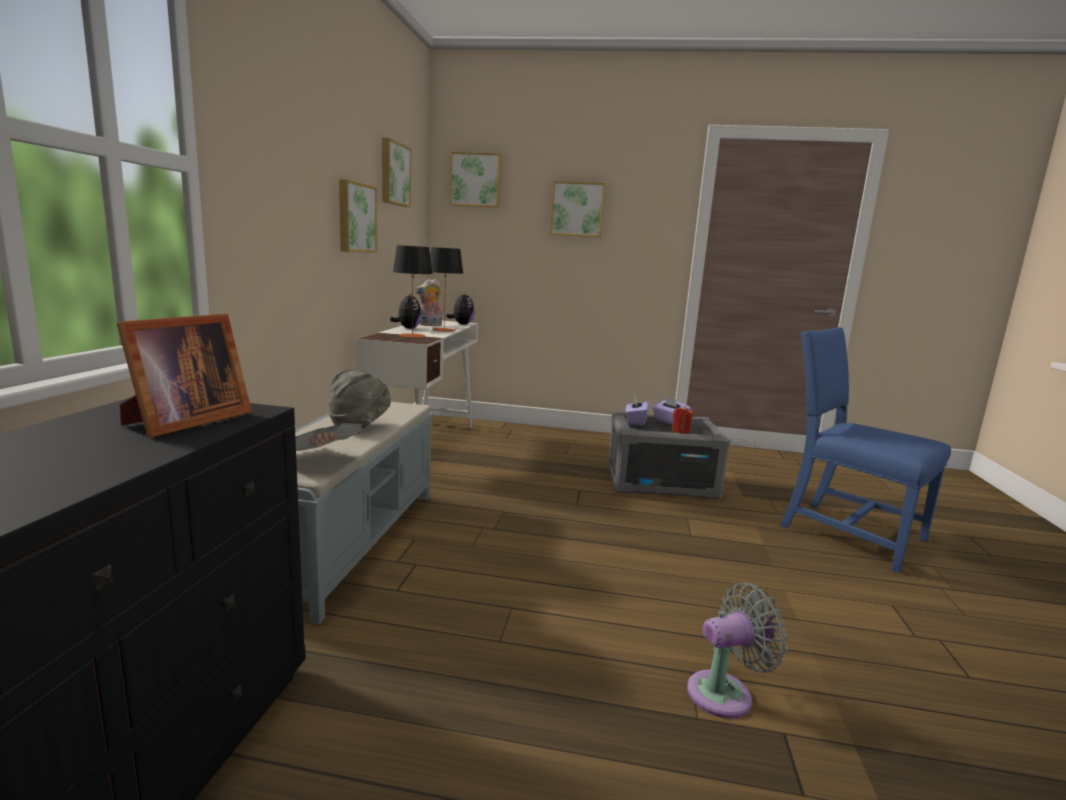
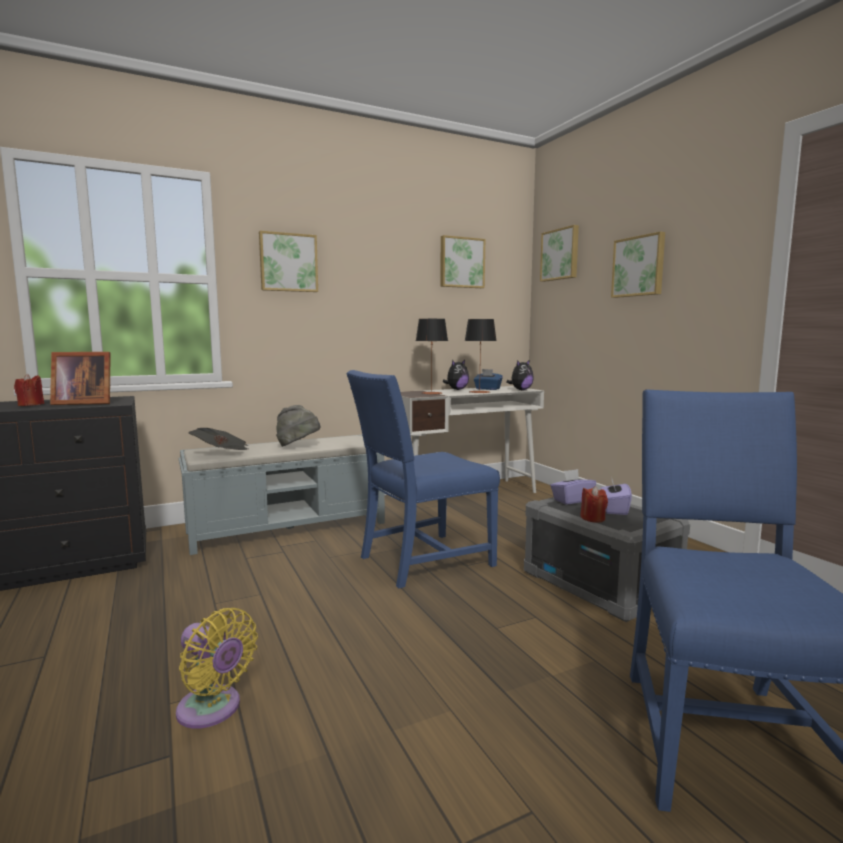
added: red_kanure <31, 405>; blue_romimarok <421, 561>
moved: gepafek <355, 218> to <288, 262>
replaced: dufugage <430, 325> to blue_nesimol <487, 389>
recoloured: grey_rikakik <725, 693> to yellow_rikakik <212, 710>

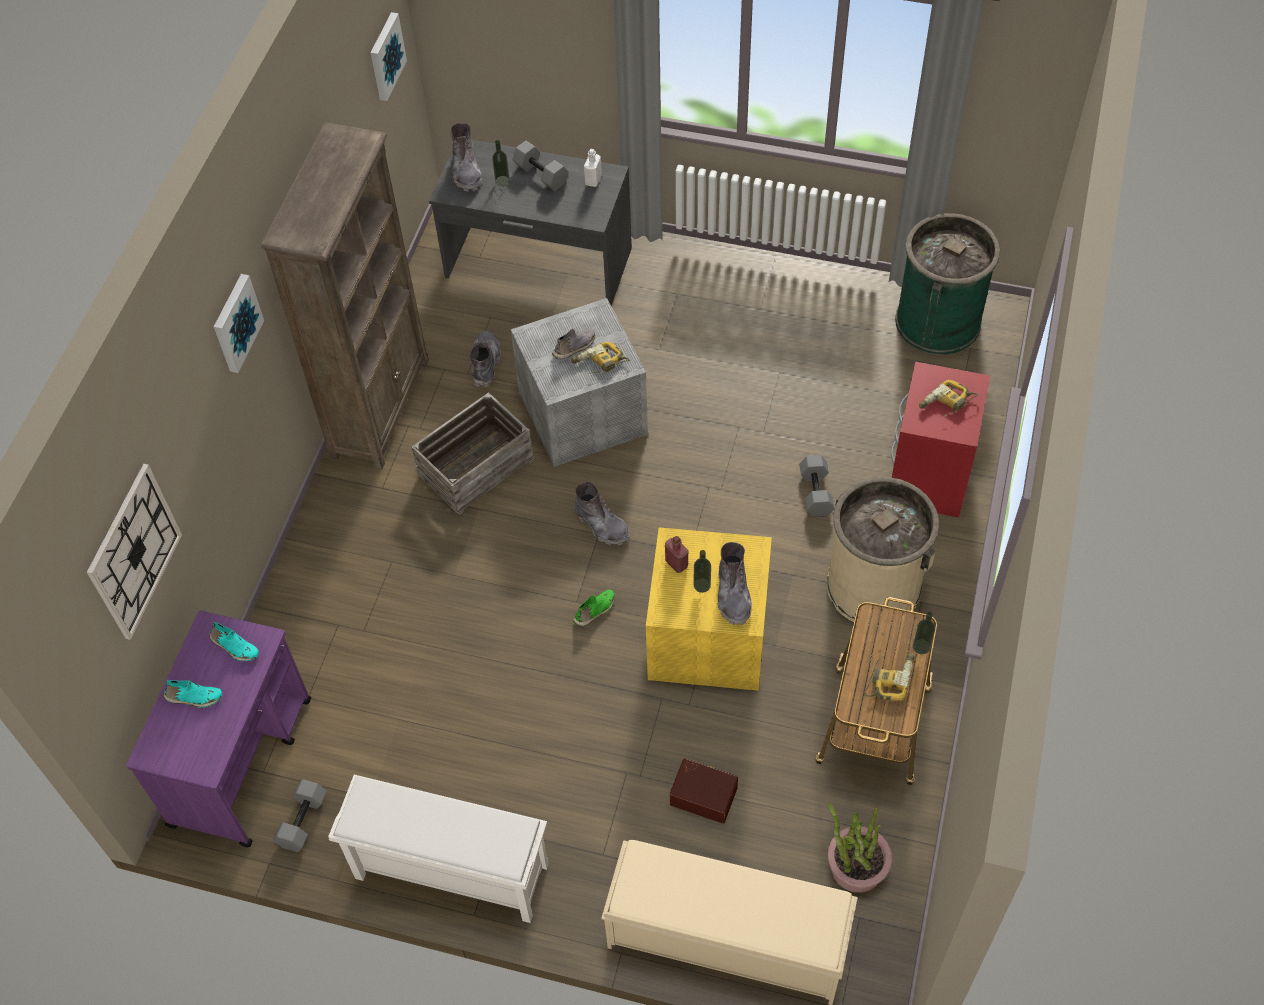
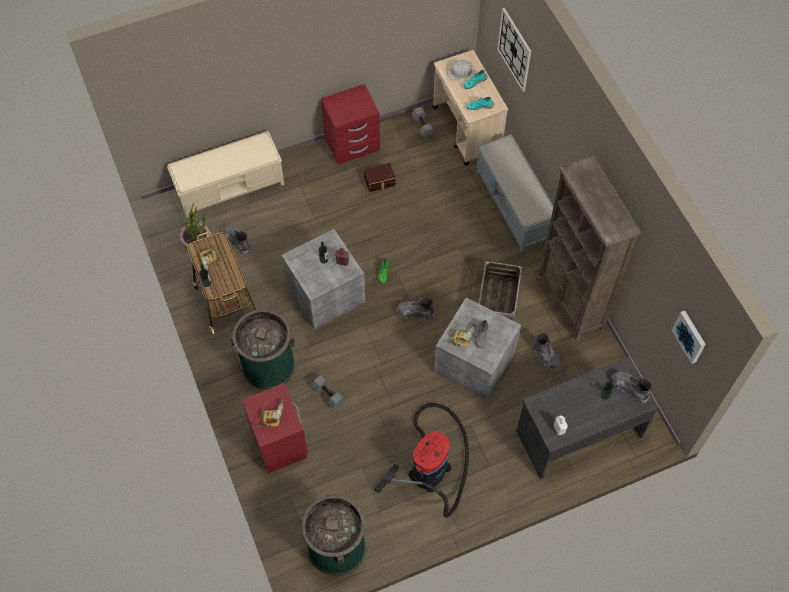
removed: gepafek <235, 322>; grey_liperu <542, 174>
added: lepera <431, 467>; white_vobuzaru <460, 72>; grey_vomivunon <514, 207>
moved: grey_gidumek <733, 594> to <237, 241>; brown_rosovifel <704, 794> to <380, 181>
replaced: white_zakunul <449, 872> to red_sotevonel <352, 145>
recoloured: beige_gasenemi <873, 585> to green_gasenemi <268, 365>; yellow_rosovifel <710, 635> to grey_rosovifel <325, 294>; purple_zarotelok <242, 761> to beige_zarotelok <467, 130>

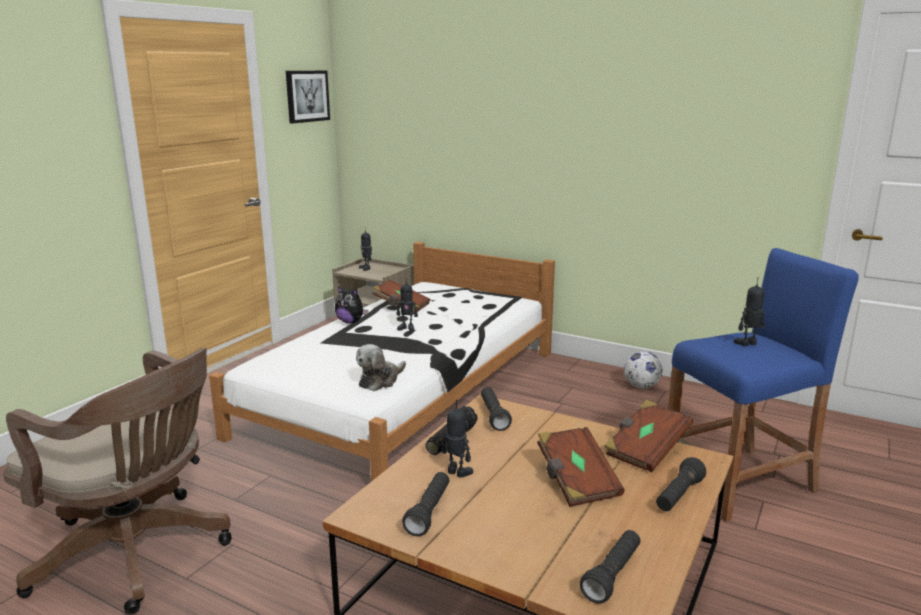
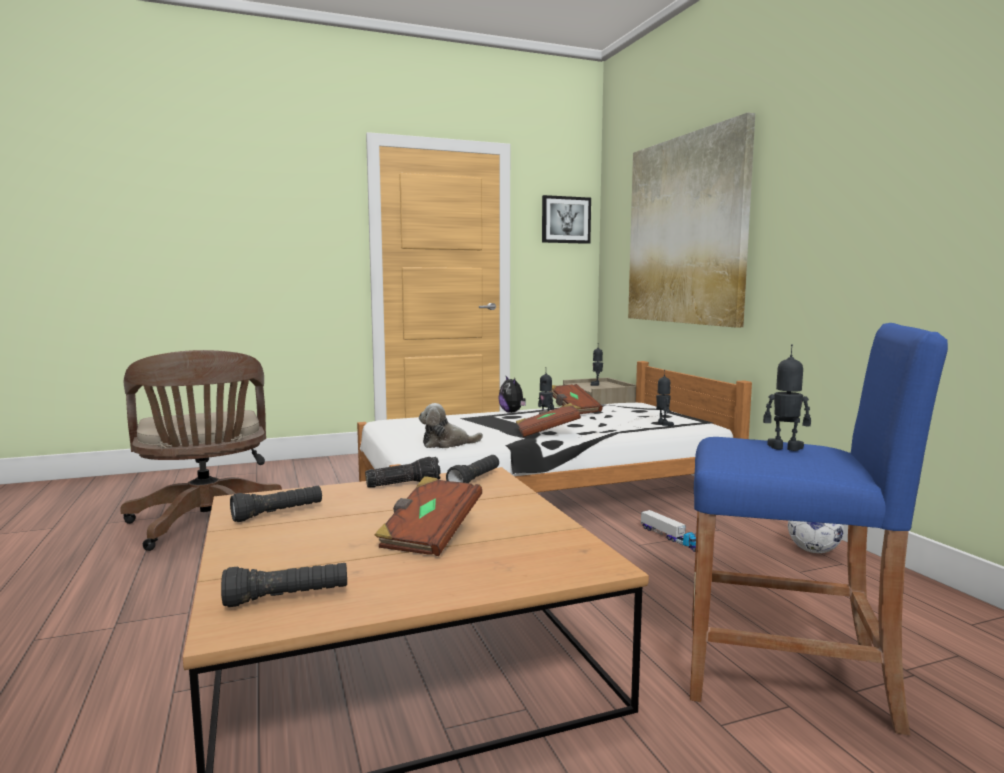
removed: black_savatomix <678, 496>
added: gepafek <686, 230>; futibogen <671, 538>
moved: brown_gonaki <645, 450> to <547, 433>; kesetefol <457, 473> to <663, 424>

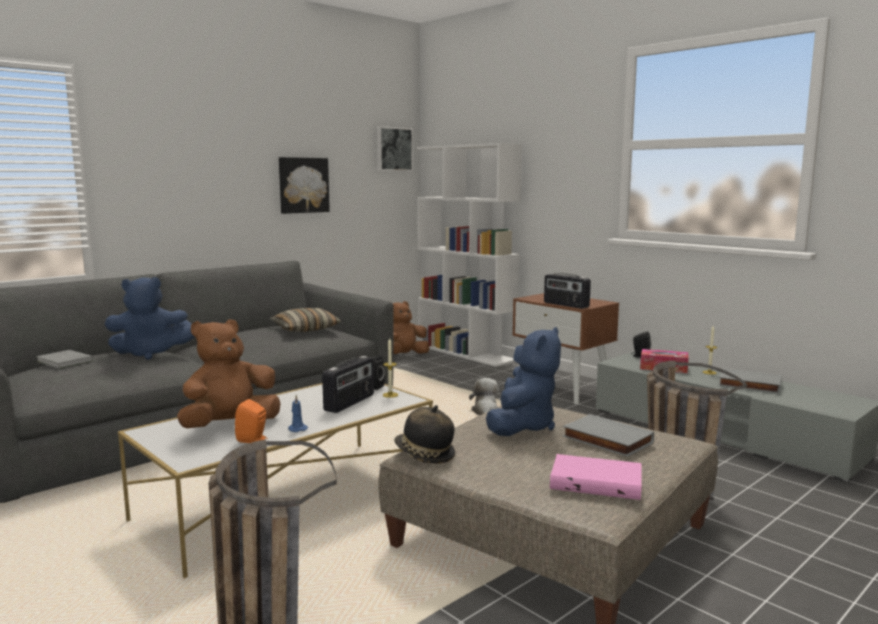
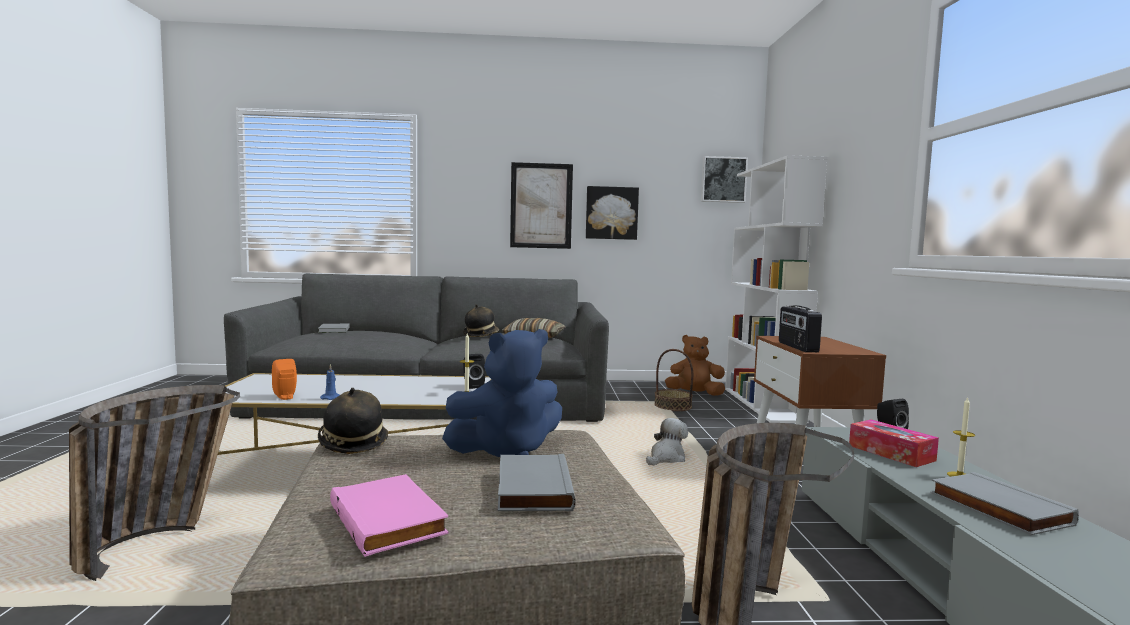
removed: blue_dufugage <151, 353>; brown_dufugage <230, 425>; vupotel <350, 403>
added: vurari <481, 335>; gepafek <541, 206>; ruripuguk <673, 406>

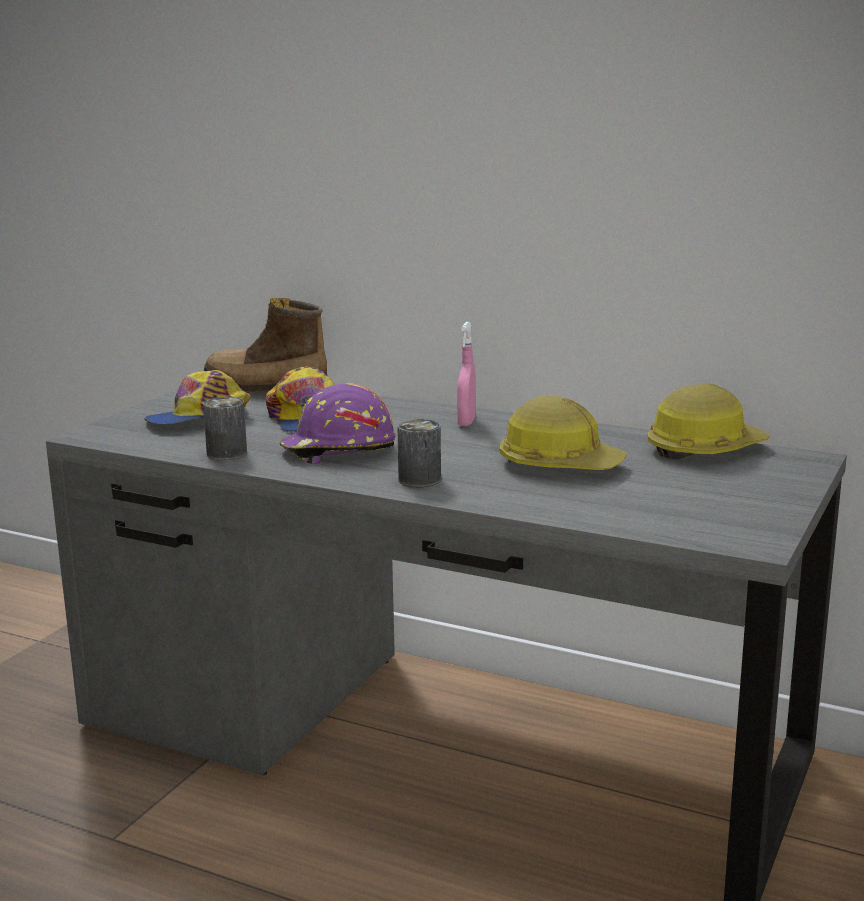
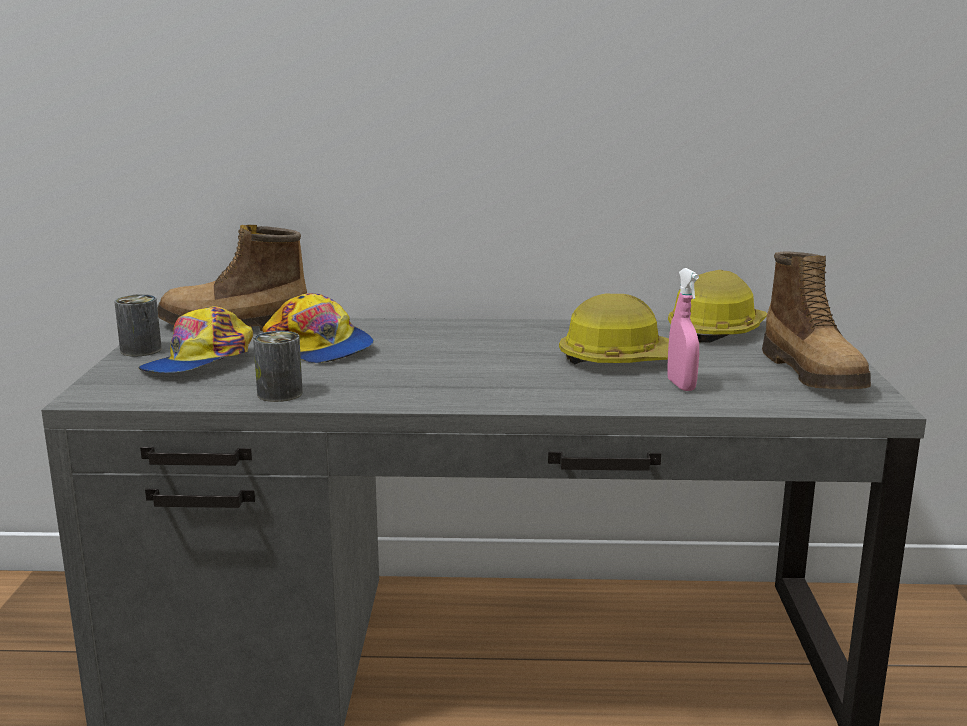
removed: purple_vobuzaru <338, 450>
added: gidumek <815, 374>
moved: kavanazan <419, 479> to <141, 350>; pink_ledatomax <466, 422> to <681, 385>

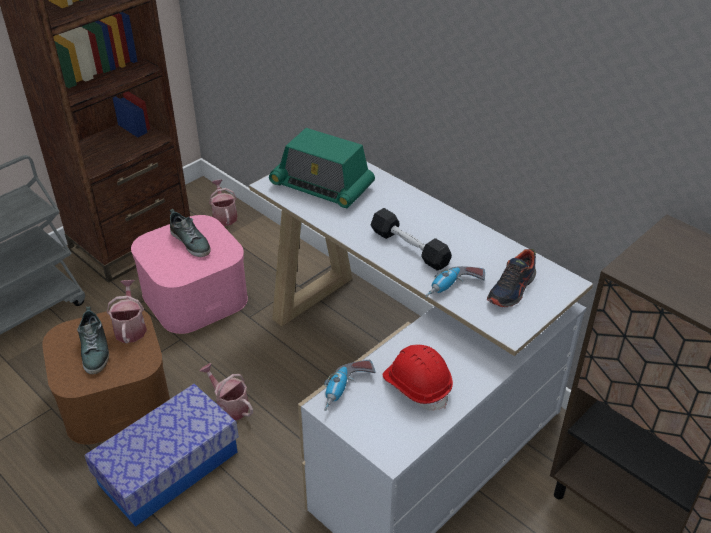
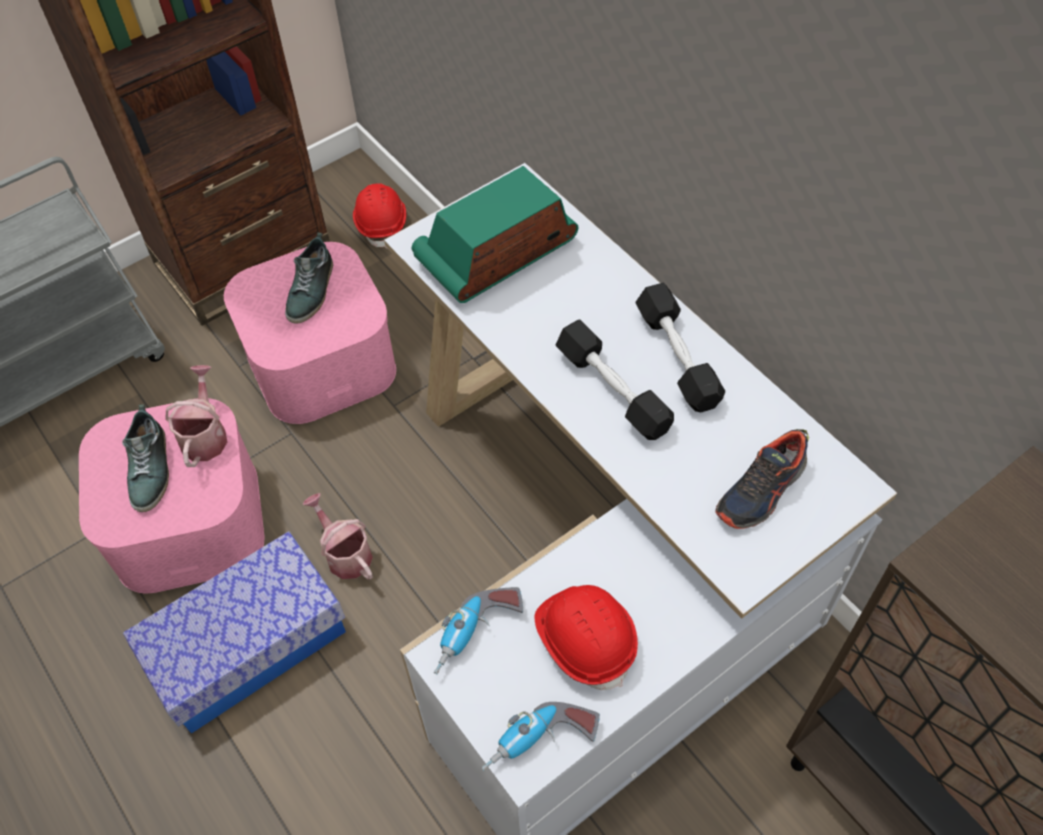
added: black_liperu <677, 357>
moved: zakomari <453, 289> to <540, 744>
replaced: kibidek <224, 216> to red_vobuzaru <381, 223>
recoloured: brown_rosovifel <115, 396> to pink_rosovifel <189, 519>
turned: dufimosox <191, 242> = <312, 290> 45 degrees clockwise; vupotel <322, 186> = <496, 253> 105 degrees clockwise

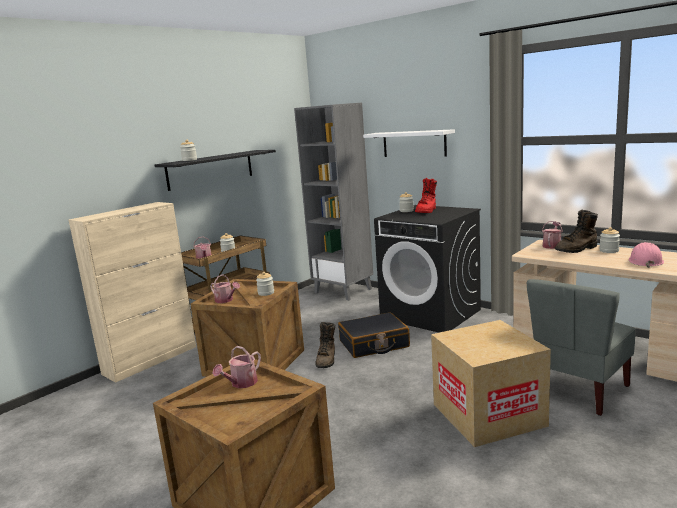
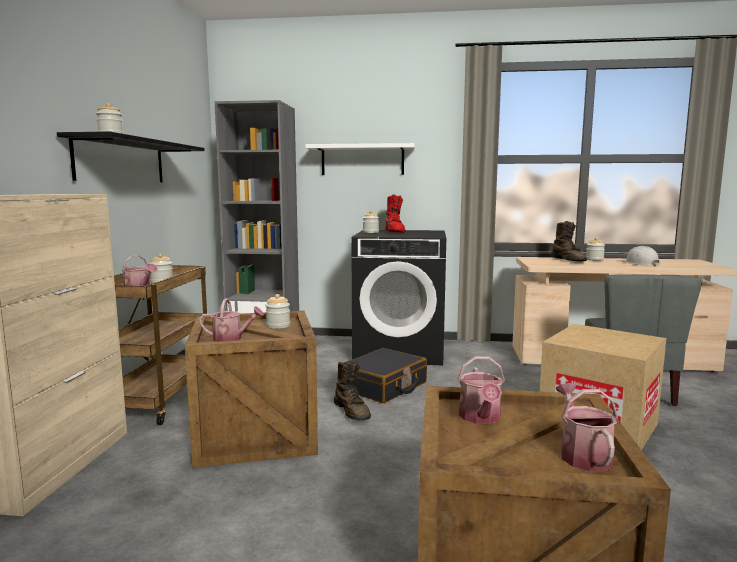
moved: kibidek <552, 245> to <582, 454>
recoloured: pink_vobuzaru <645, 261> to white_vobuzaru <640, 263>
turned: brown_gidumek <577, 249> = <568, 260> 45 degrees counterclockwise

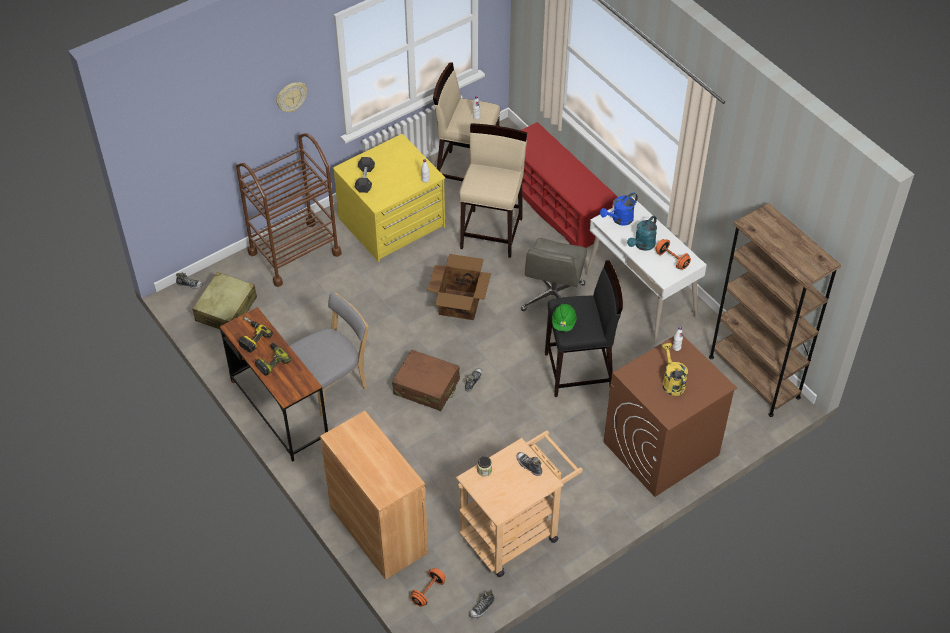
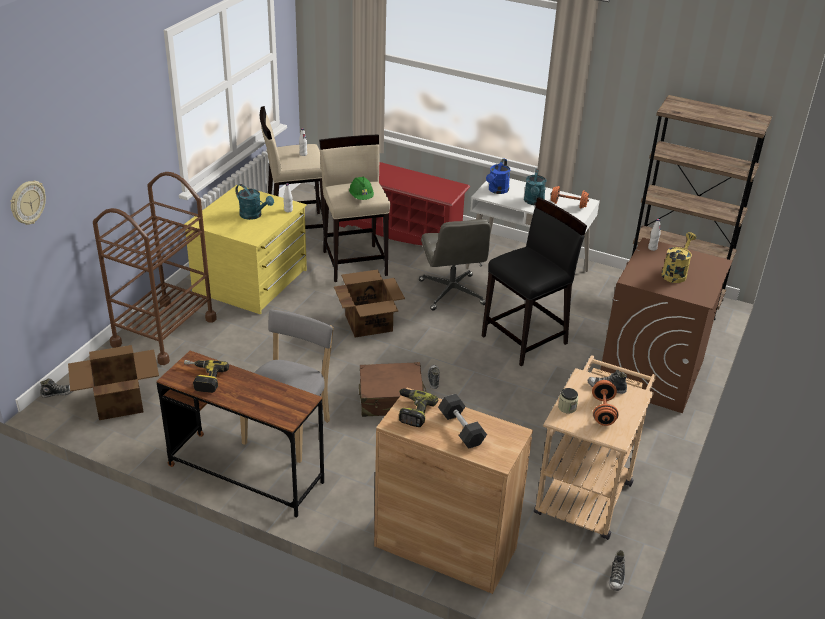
added: turquoise_kibidek <254, 215>
moved: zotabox <291, 97> to <27, 203>; green_vobuzaru <563, 323> to <361, 197>; zakomari <271, 362> to <413, 411>; grey_liperu <365, 179> to <461, 429>; orange_liperu <428, 592> to <603, 411>
replaced: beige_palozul <226, 309> to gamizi <118, 402>
turned: yellow_kibidek <671, 382> = <675, 273> 75 degrees clockwise

